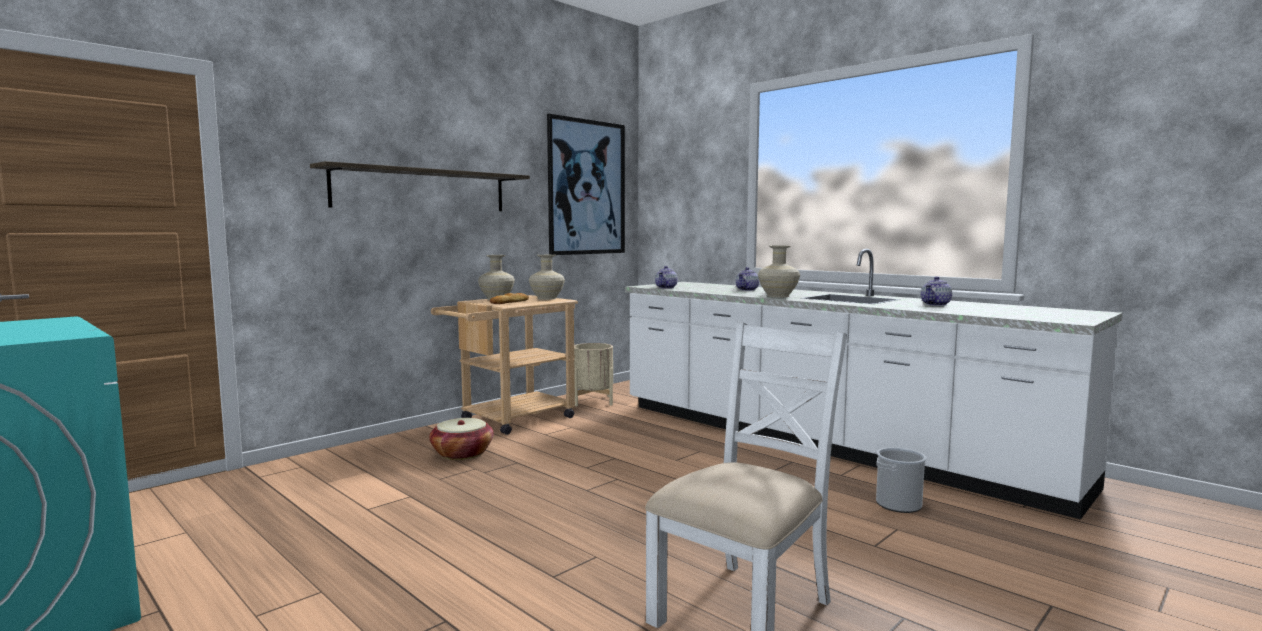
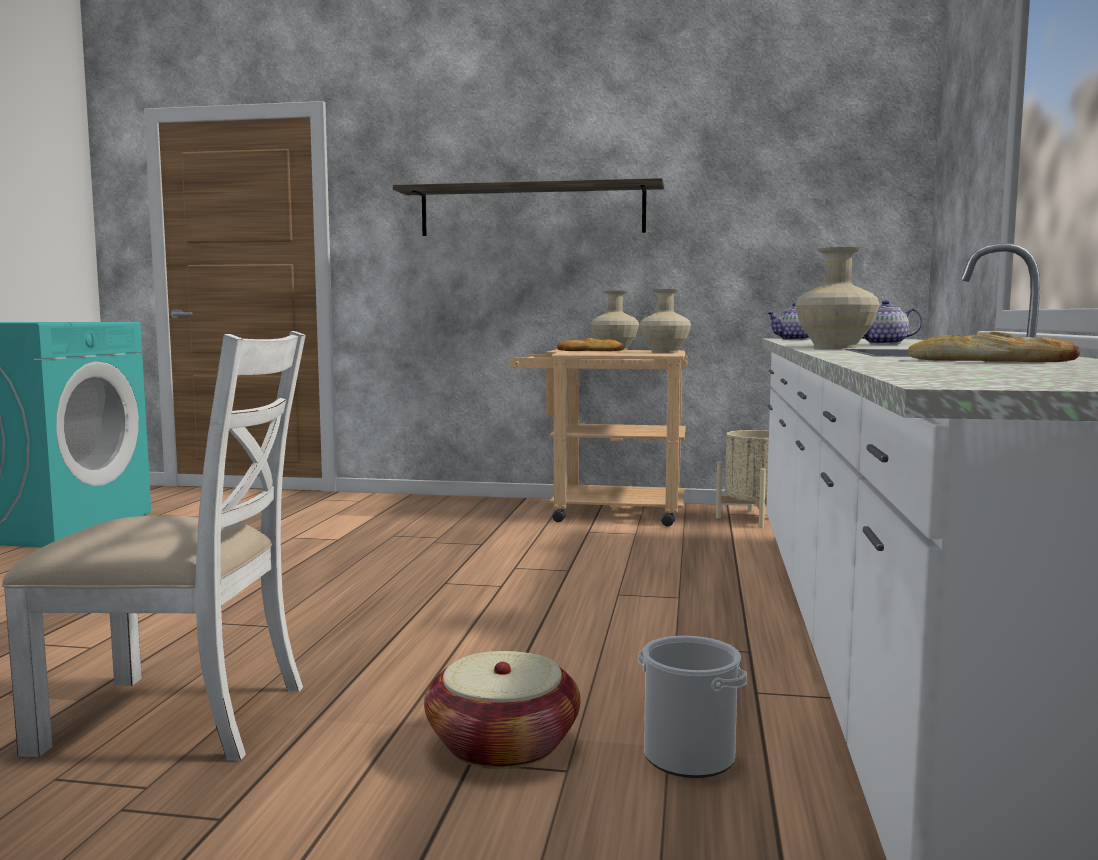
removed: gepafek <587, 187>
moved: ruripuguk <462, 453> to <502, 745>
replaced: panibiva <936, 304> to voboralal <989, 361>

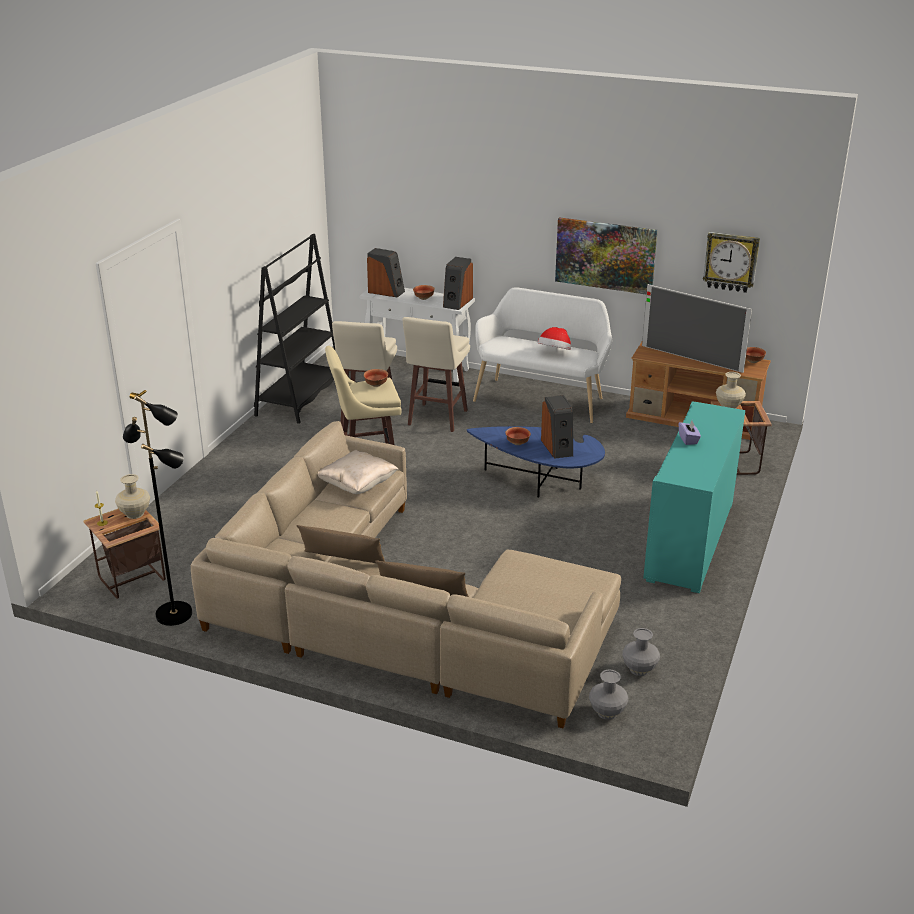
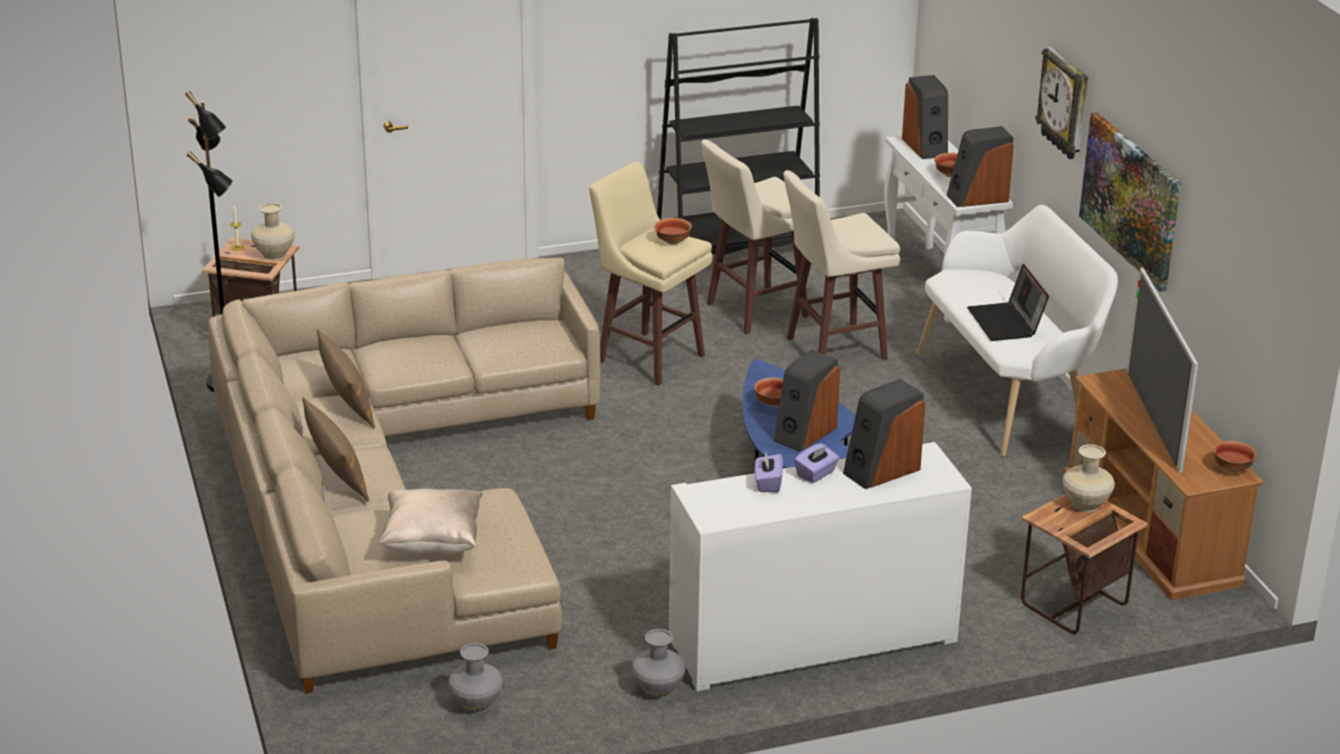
added: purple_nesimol <768, 483>; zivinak <881, 470>
moved: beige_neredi <357, 486> to <432, 542>; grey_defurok <607, 713> to <657, 690>; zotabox <731, 261> to <1065, 104>
replaced: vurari <554, 353> to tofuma <1006, 323>
recoloured: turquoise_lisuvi <689, 540> to white_lisuvi <813, 640>

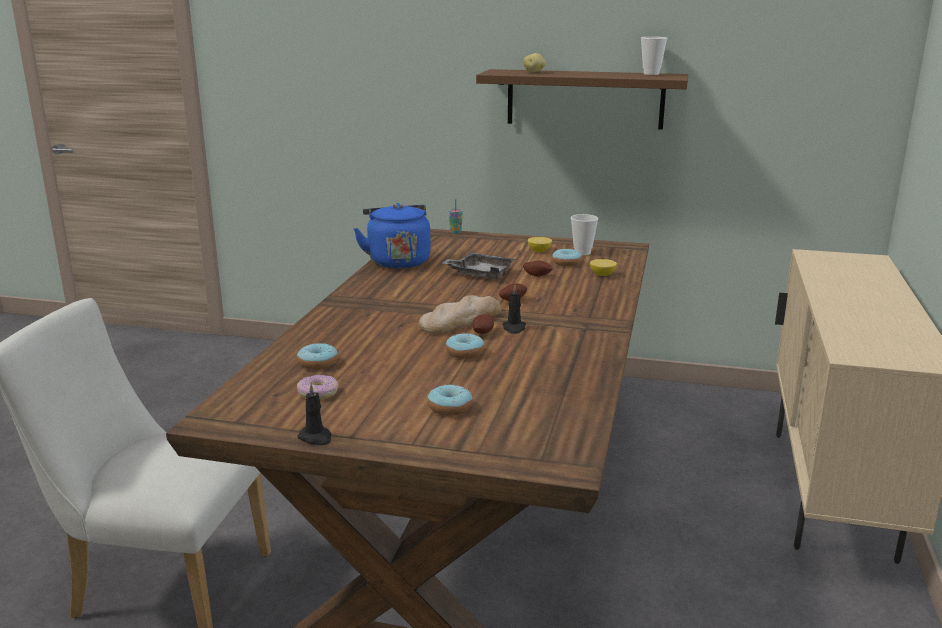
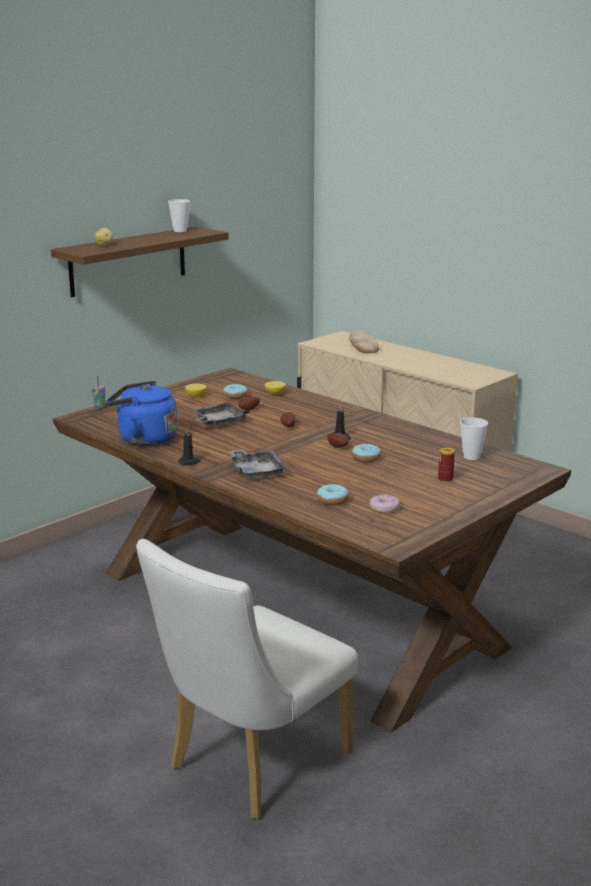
added: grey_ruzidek <256, 472>
moved: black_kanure <316, 438> to <189, 462>; voboralal <461, 320> to <363, 346>; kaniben <582, 253> to <471, 457>
replaced: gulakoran <450, 408> to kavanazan <445, 479>

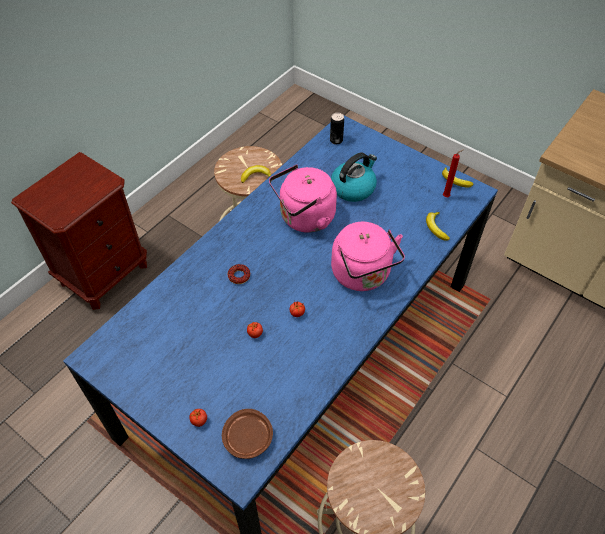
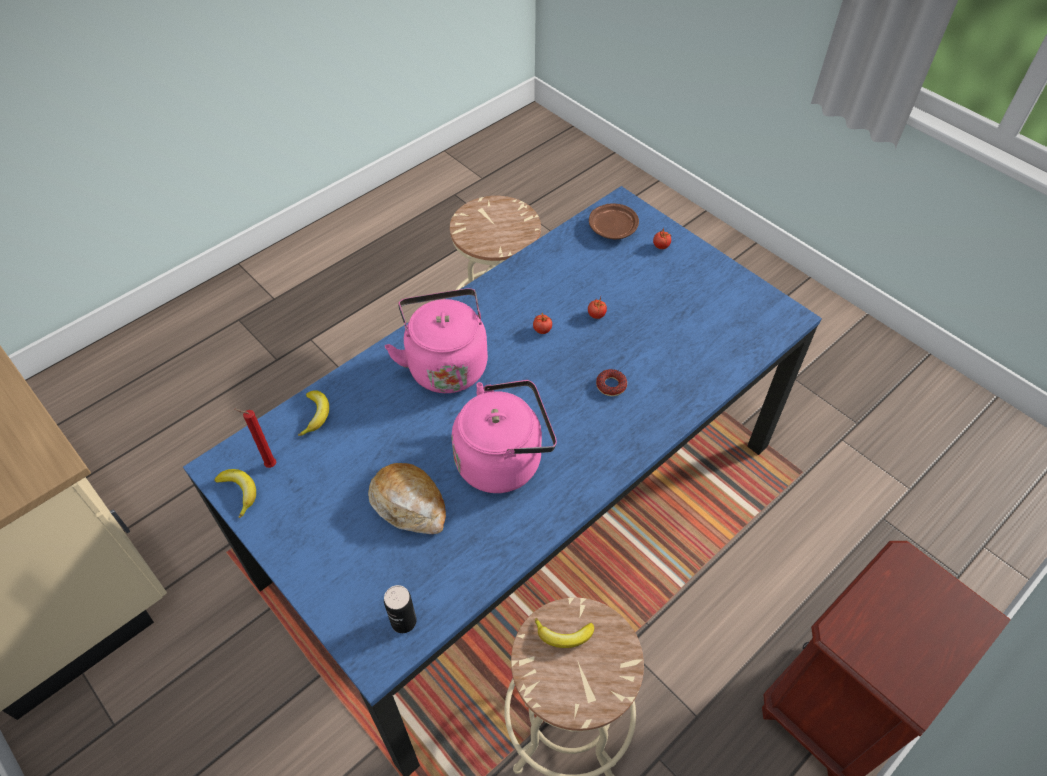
replaced: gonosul <353, 188> to voboralal <410, 505>

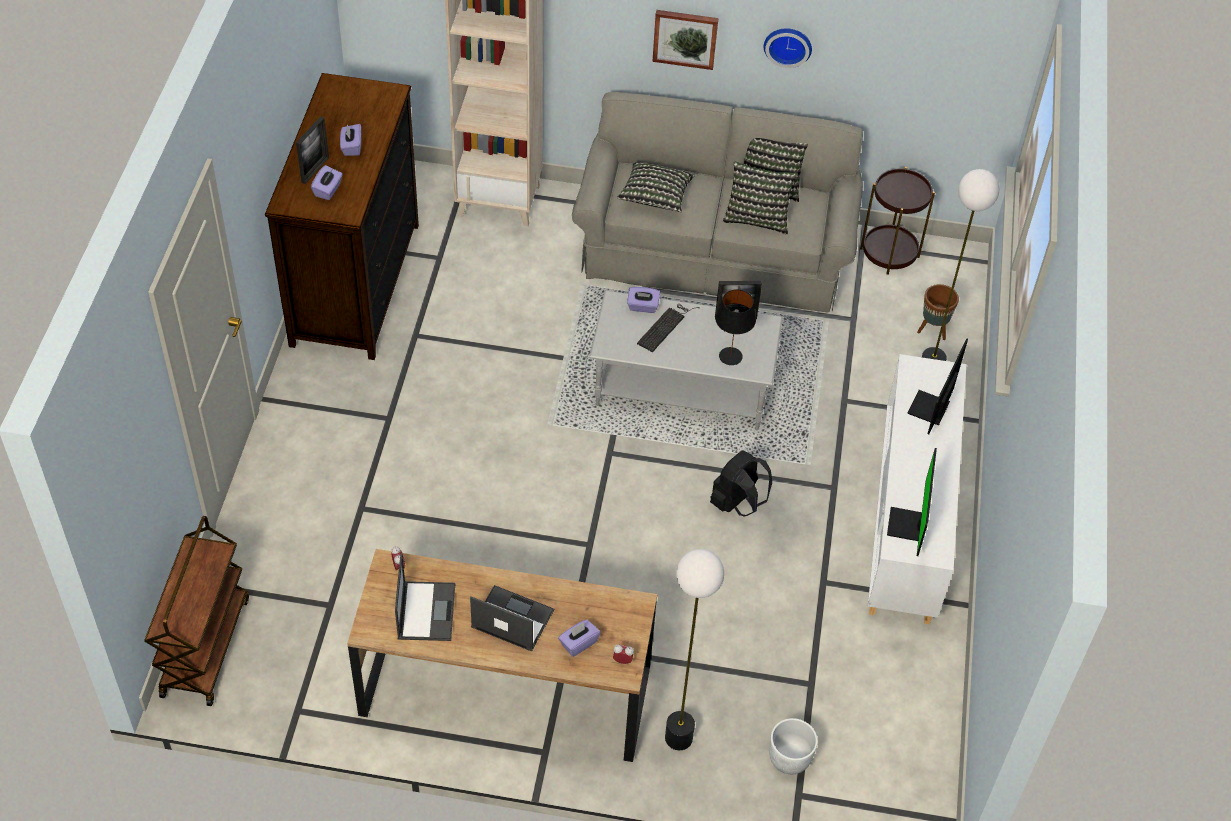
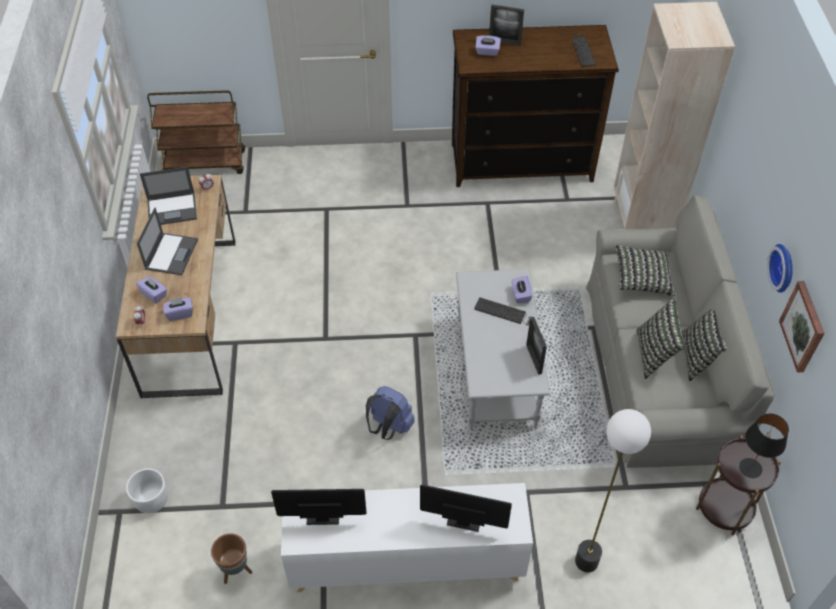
removed: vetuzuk <679, 738>
added: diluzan <583, 48>
moved: purple_nesimol <351, 147> to <180, 313>; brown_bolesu <933, 330> to <236, 571>; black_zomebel <731, 356> to <750, 468>; gepafek <685, 38> to <803, 326>
recoloured: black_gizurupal <737, 503> to blue_gizurupal <389, 427>

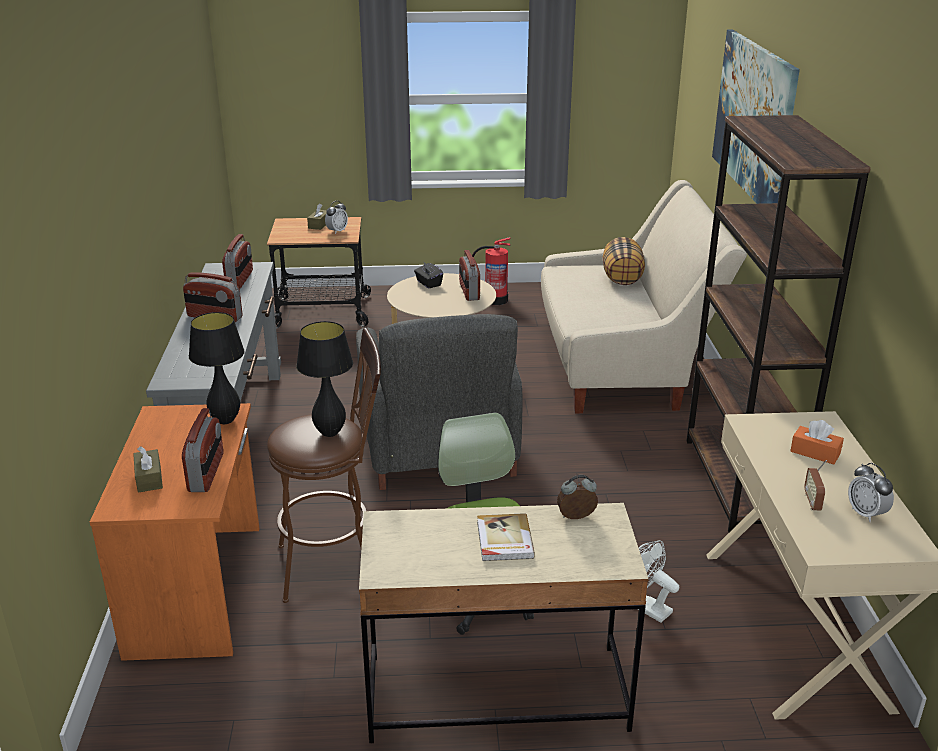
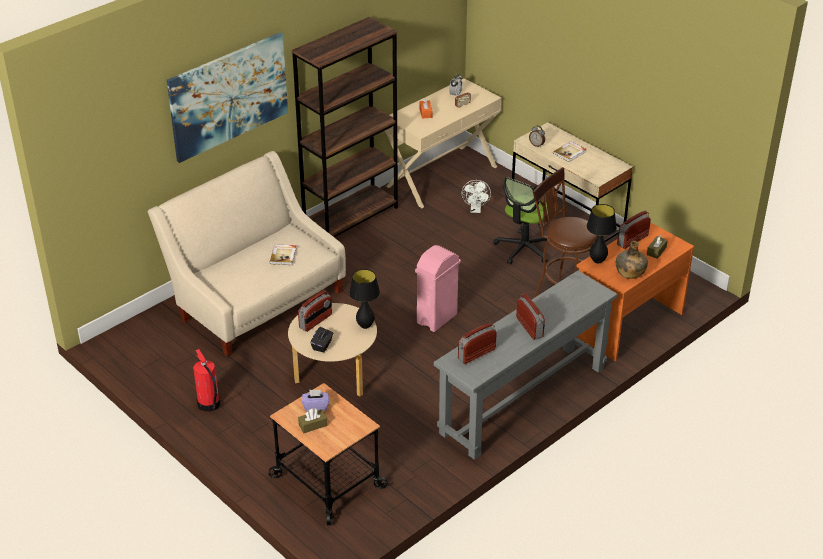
removed: neredi <622, 278>
added: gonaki <283, 256>; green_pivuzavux <630, 272>
moved: black_zomebel <330, 433> to <365, 326>
replaced: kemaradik <337, 231> to purple_nesimol <316, 406>; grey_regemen <438, 449> to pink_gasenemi <437, 318>

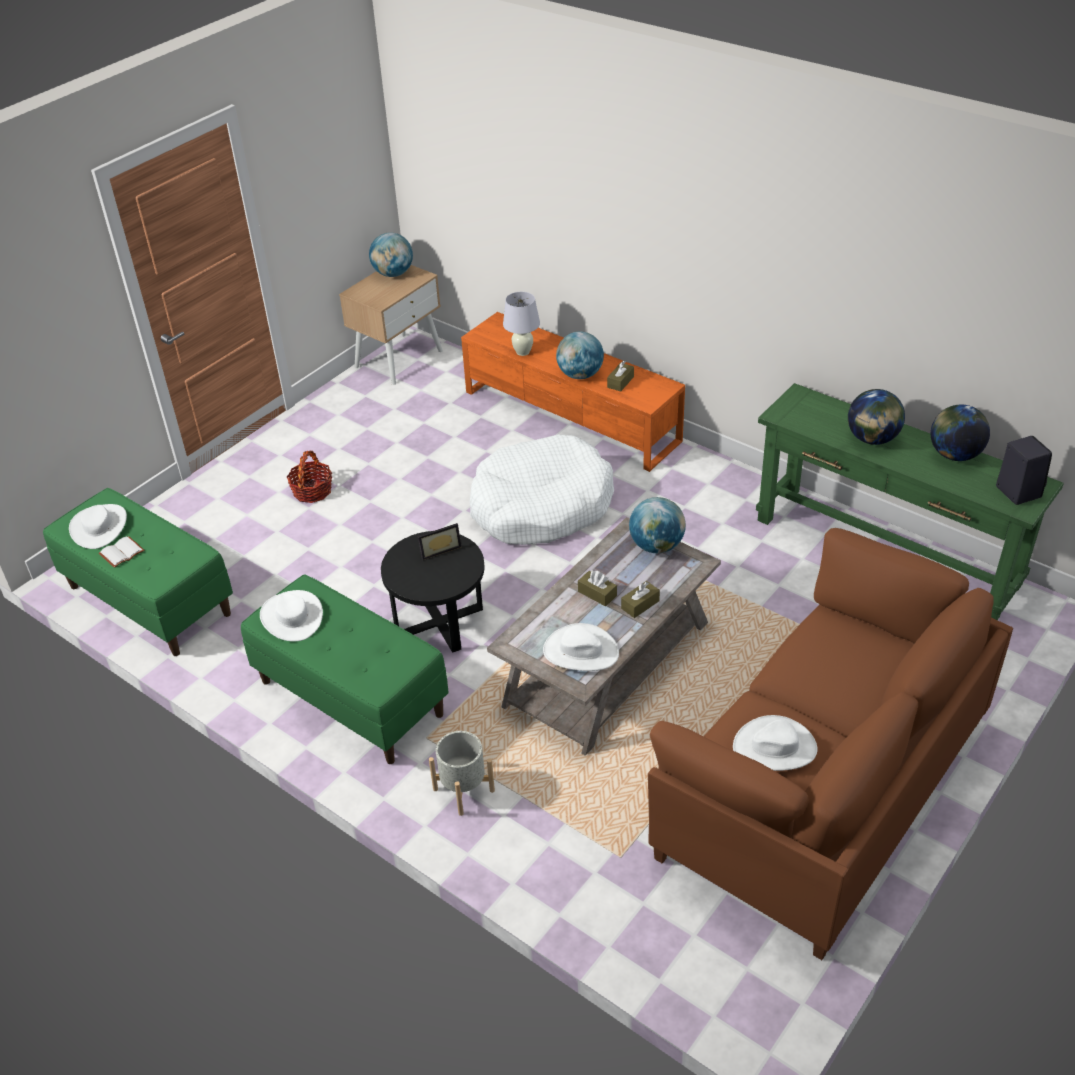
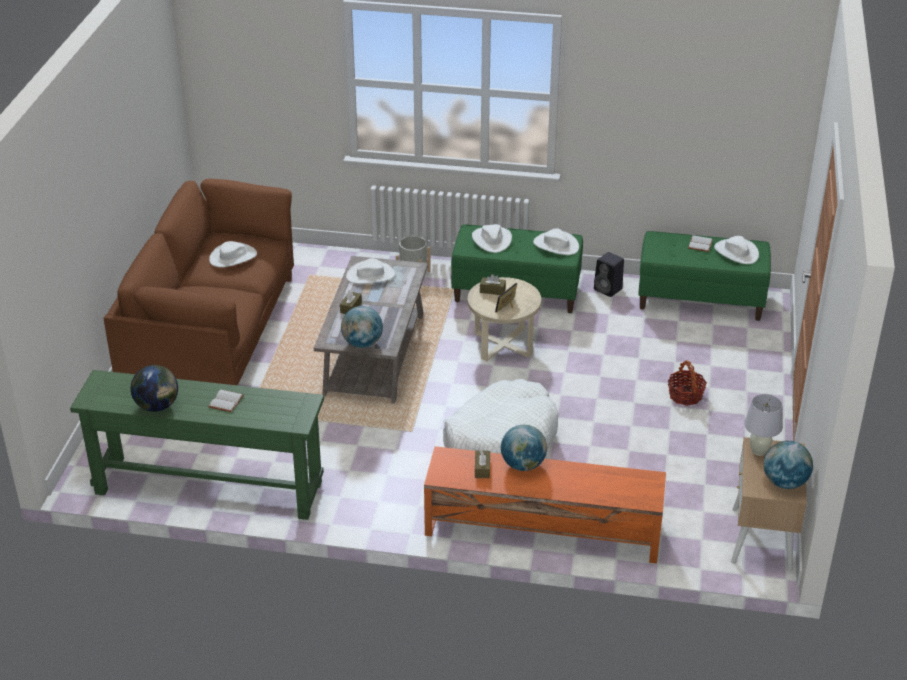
added: white_vurari <491, 240>
moved: brown_nesimol <597, 594> to <492, 290>; black_zivinak <1017, 491> to <609, 289>; white_zomebel <523, 352> to <759, 451>
replaced: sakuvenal <872, 439> to white_gonaki <225, 401>
recoloured: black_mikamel <439, 621> to beige_mikamel <503, 344>

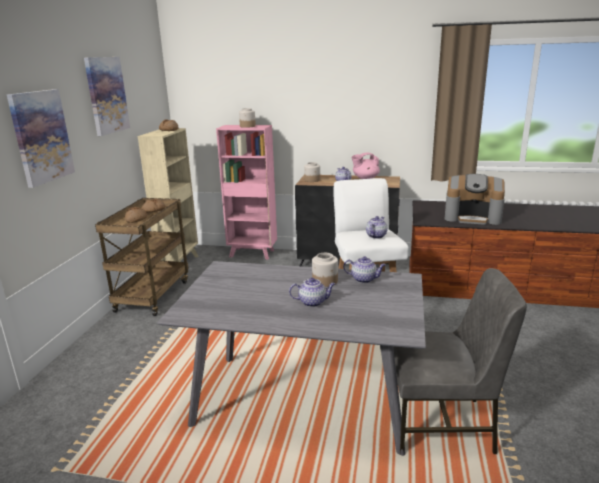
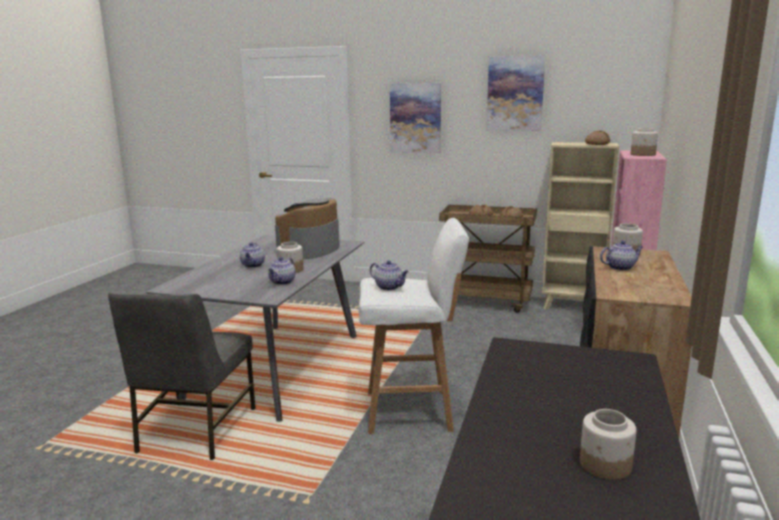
removed: pink_panibiva <365, 178>
added: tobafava <605, 465>
moved: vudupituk <472, 217> to <310, 250>

